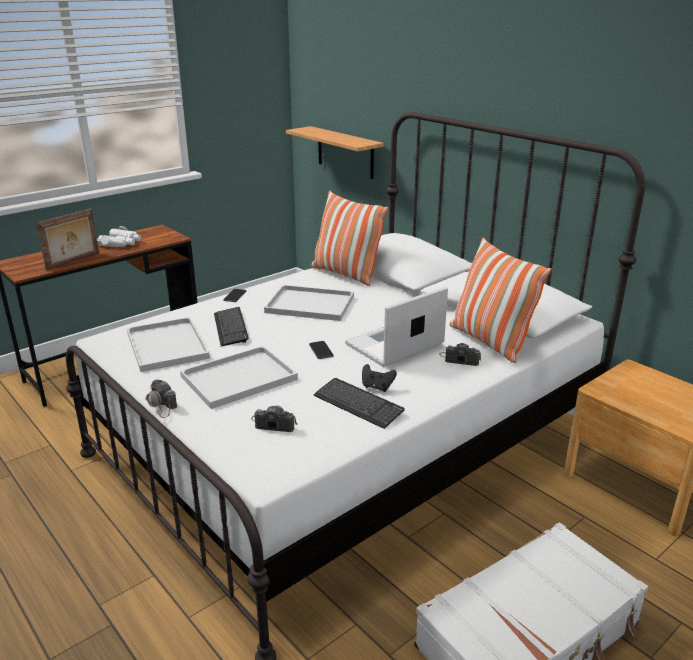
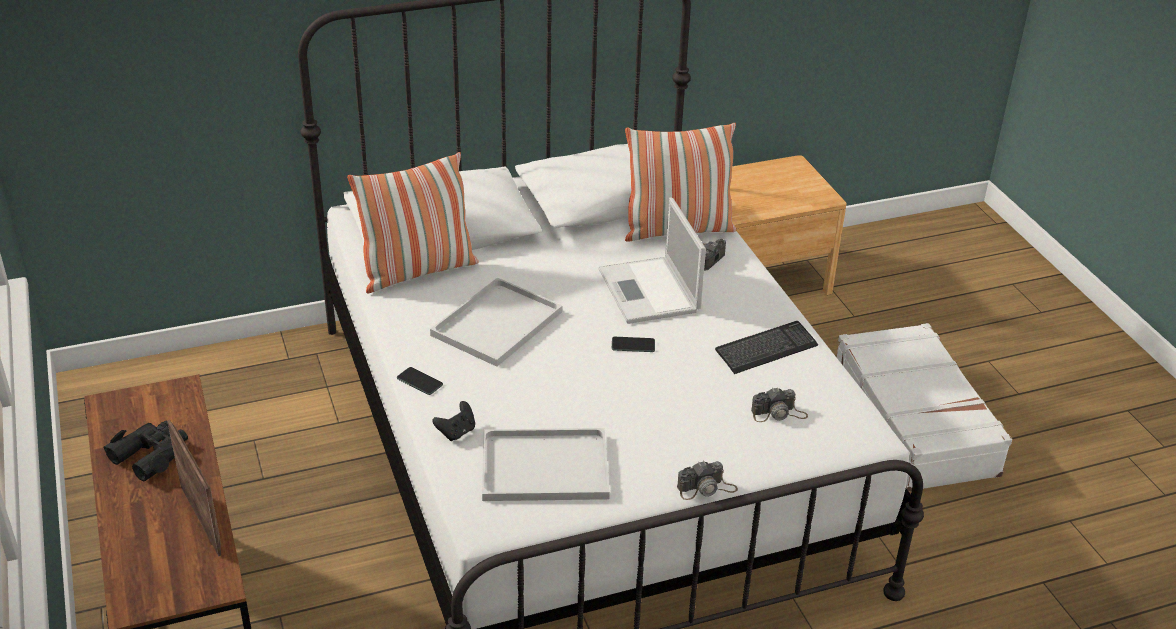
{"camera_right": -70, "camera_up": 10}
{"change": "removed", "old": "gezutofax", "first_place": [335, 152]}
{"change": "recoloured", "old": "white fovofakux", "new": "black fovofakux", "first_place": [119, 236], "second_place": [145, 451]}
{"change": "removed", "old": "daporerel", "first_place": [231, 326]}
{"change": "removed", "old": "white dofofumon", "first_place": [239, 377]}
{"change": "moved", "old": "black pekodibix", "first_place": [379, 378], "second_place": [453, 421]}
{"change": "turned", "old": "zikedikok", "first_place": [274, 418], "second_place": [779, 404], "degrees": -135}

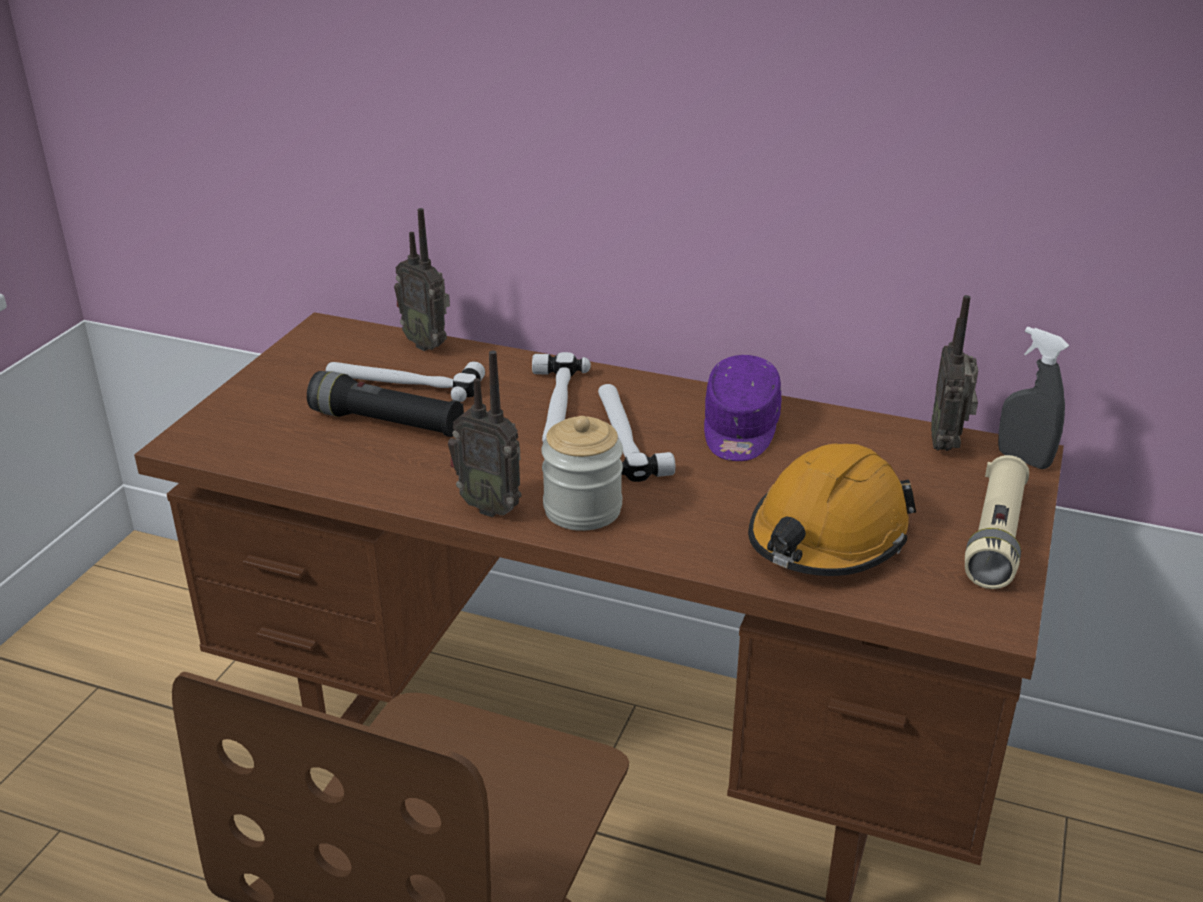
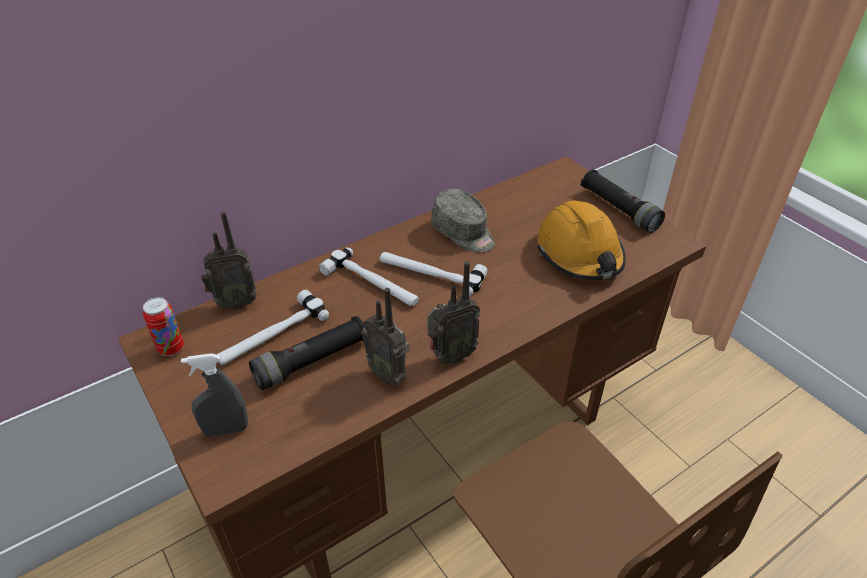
{"camera_right": -55, "camera_up": 10}
{"change": "moved", "old": "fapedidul", "first_place": [954, 373], "second_place": [385, 337]}
{"change": "moved", "old": "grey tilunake", "first_place": [1033, 398], "second_place": [214, 395]}
{"change": "recoloured", "old": "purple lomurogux", "new": "grey lomurogux", "first_place": [743, 408], "second_place": [463, 220]}
{"change": "removed", "old": "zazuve", "first_place": [582, 473]}
{"change": "recoloured", "old": "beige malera", "new": "black malera", "first_place": [997, 522], "second_place": [623, 201]}
{"change": "added", "new": "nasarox", "second_place": [163, 326]}

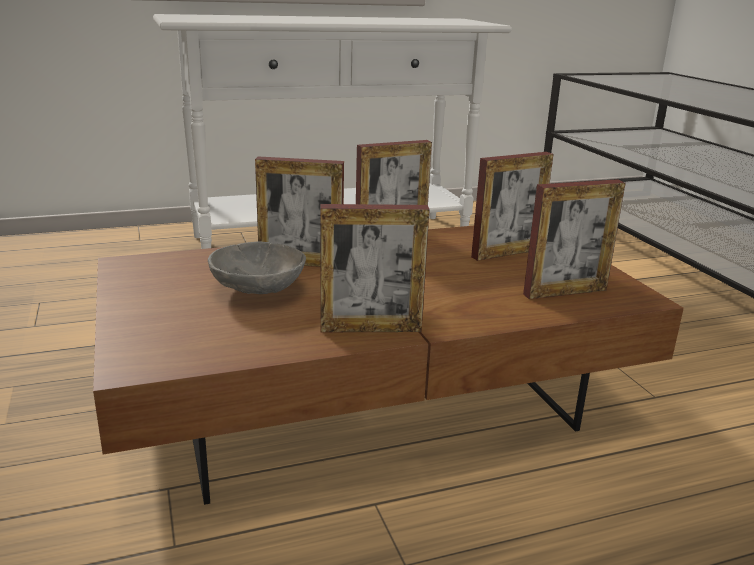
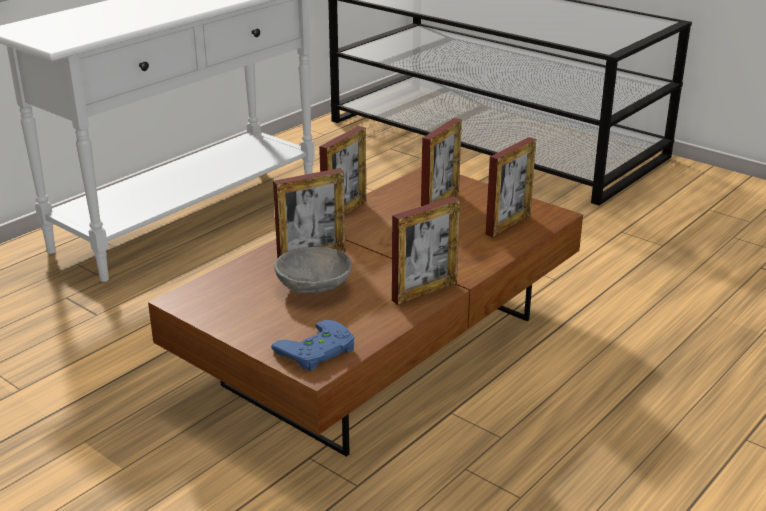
{"camera_right": -30, "camera_up": 5}
{"change": "added", "new": "blue pekodibix", "second_place": [313, 346]}

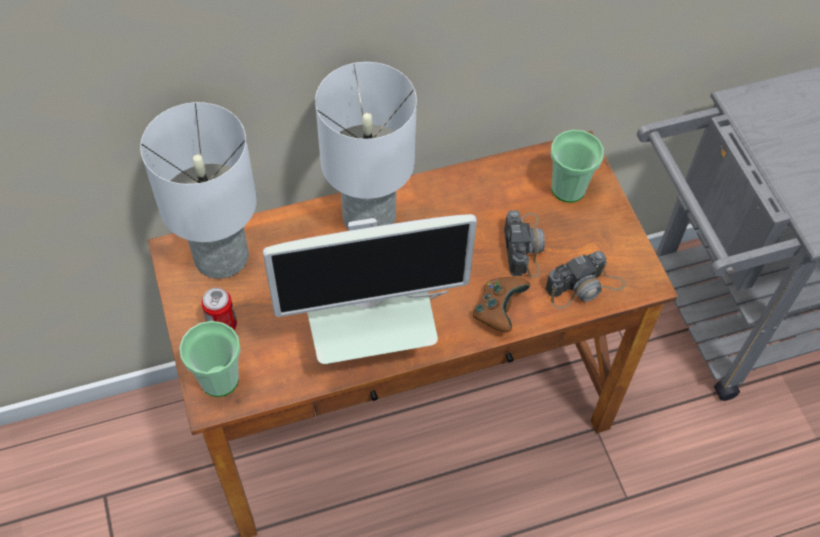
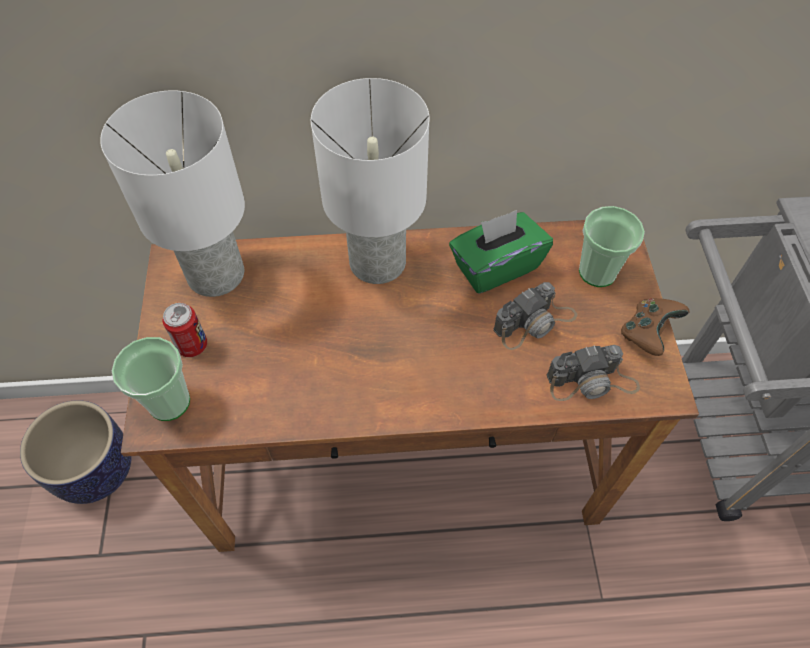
{"camera_right": 15, "camera_up": 0}
{"change": "turned", "old": "zikedikok", "first_place": [524, 243], "second_place": [535, 316], "degrees": 45}
{"change": "removed", "old": "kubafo", "first_place": [370, 289]}
{"change": "moved", "old": "brown pekodibix", "first_place": [501, 304], "second_place": [655, 327]}
{"change": "added", "new": "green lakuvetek", "second_place": [501, 252]}
{"change": "added", "new": "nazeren", "second_place": [76, 452]}

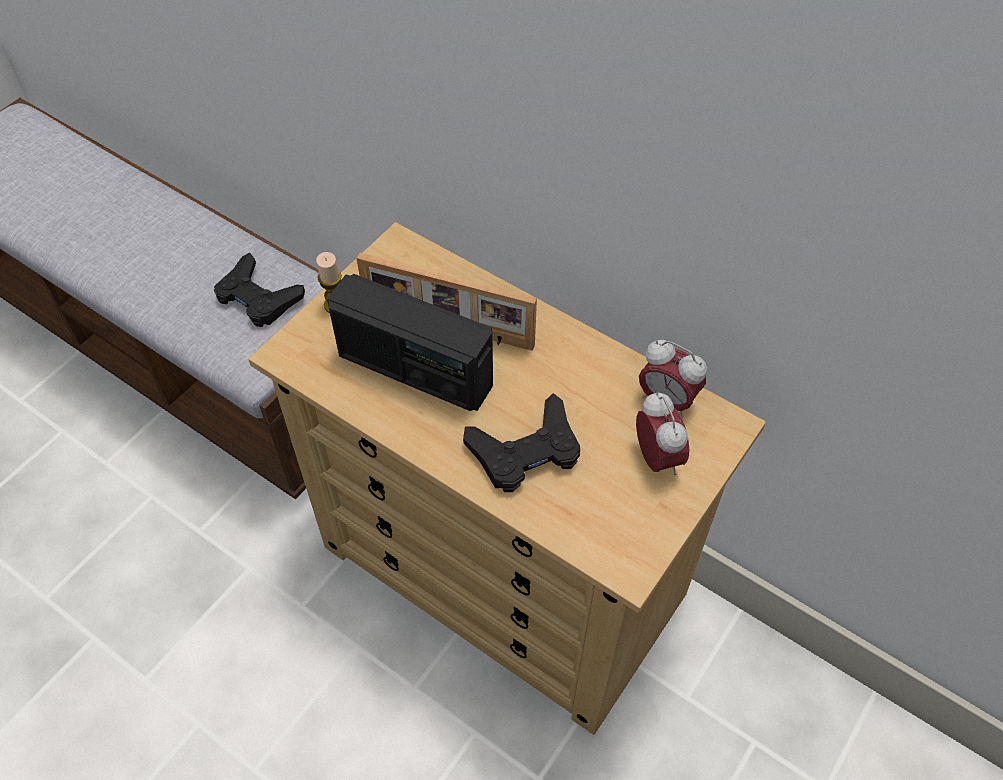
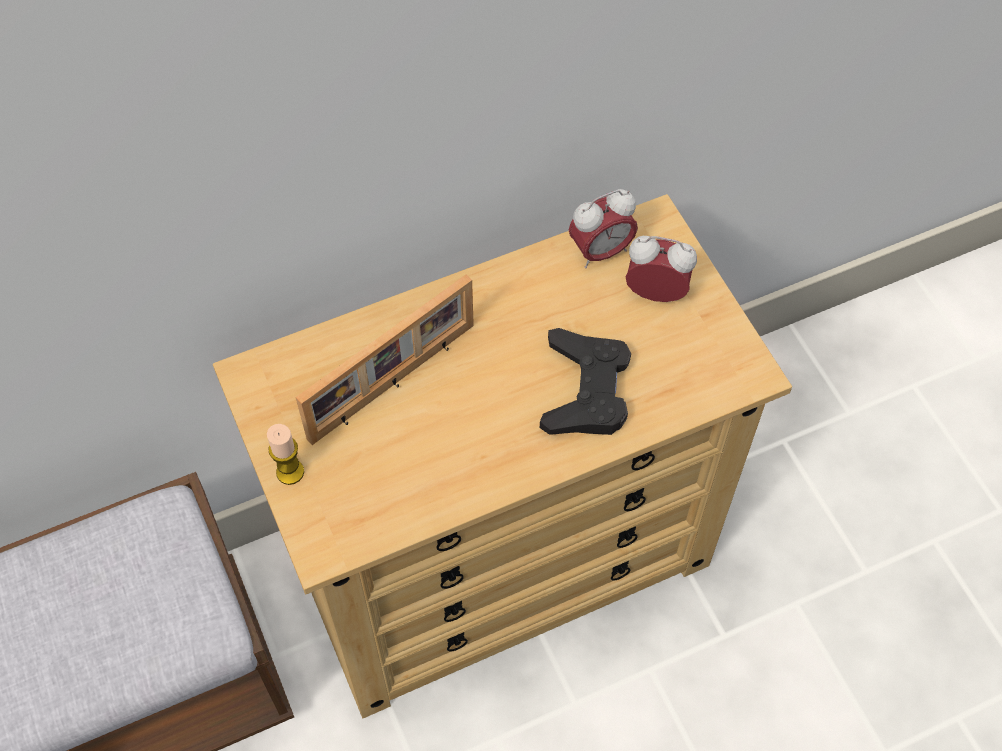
{"camera_right": -60, "camera_up": 5}
{"change": "removed", "old": "black pekodibix", "first_place": [259, 289]}
{"change": "removed", "old": "fapedidul", "first_place": [410, 342]}

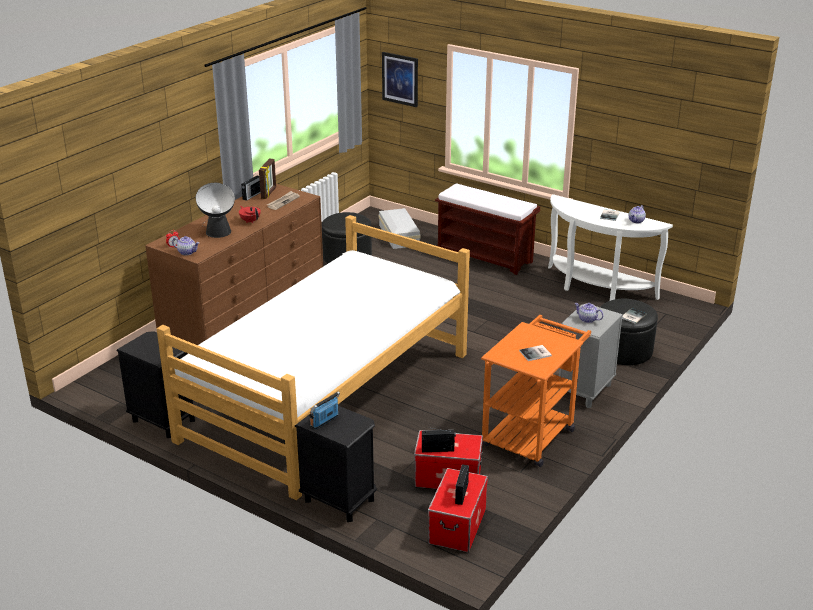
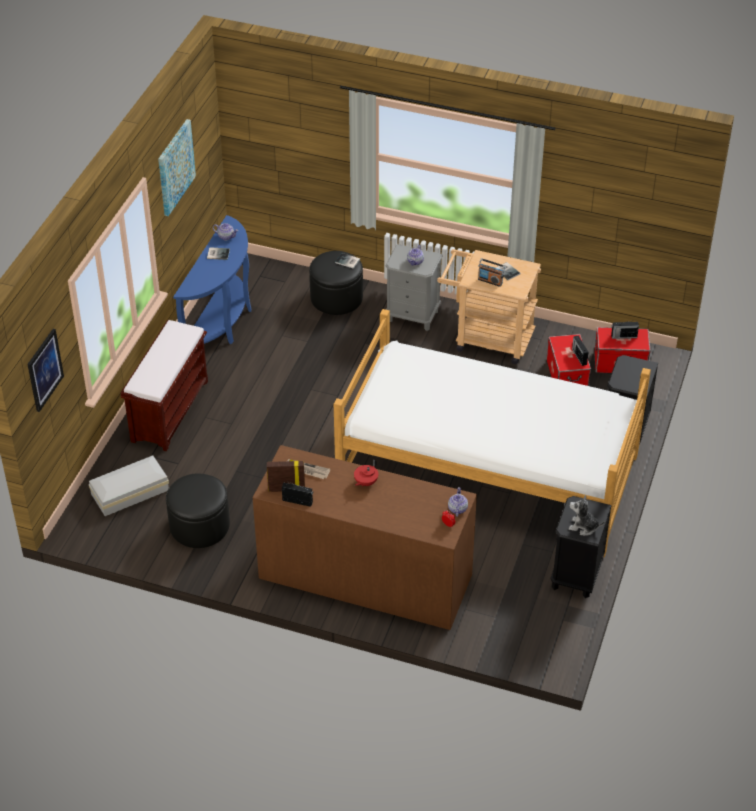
{"camera_right": -105, "camera_up": 15}
{"change": "removed", "old": "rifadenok", "first_place": [215, 210]}
{"change": "recoloured", "old": "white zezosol", "new": "blue zezosol", "first_place": [610, 247], "second_place": [212, 279]}
{"change": "recoloured", "old": "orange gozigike", "new": "beige gozigike", "first_place": [536, 391], "second_place": [489, 306]}
{"change": "moved", "old": "fapedidul", "first_place": [324, 410], "second_place": [491, 272]}
{"change": "added", "new": "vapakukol", "second_place": [177, 167]}
{"change": "added", "new": "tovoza", "second_place": [587, 515]}

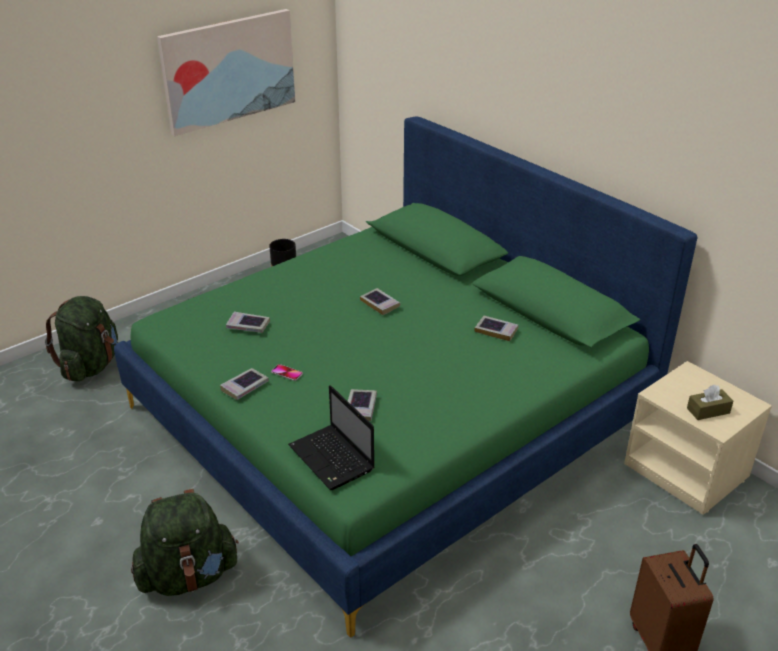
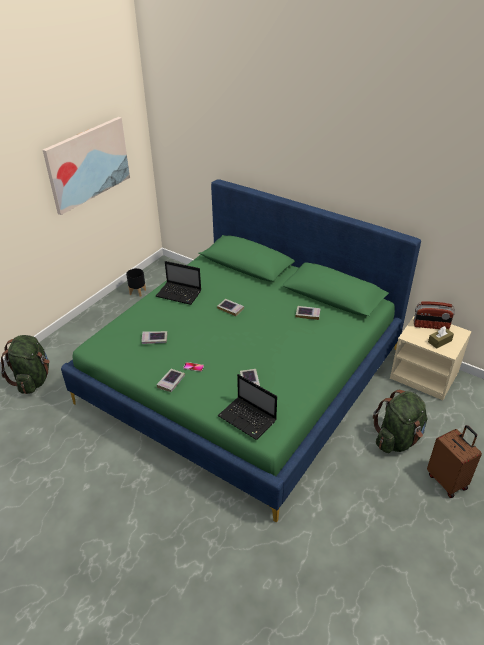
{"camera_right": -15, "camera_up": 5}
{"change": "moved", "old": "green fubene", "first_place": [185, 542], "second_place": [400, 421]}
{"change": "added", "new": "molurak", "second_place": [178, 283]}
{"change": "added", "new": "fapedidul", "second_place": [434, 316]}

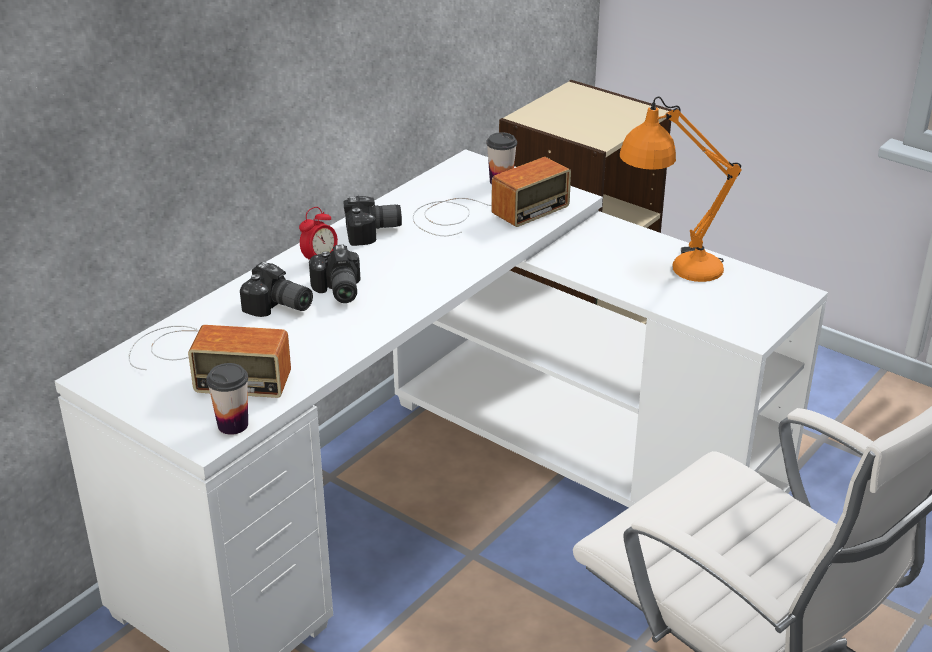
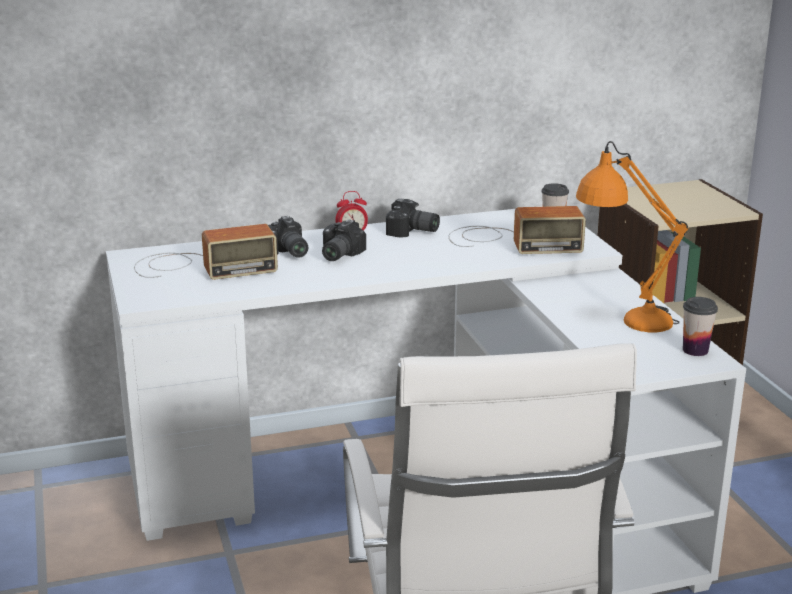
{"camera_right": 35, "camera_up": -10}
{"change": "turned", "old": "fapedidul", "first_place": [210, 361], "second_place": [206, 252], "degrees": -60}
{"change": "moved", "old": "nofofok", "first_place": [227, 399], "second_place": [700, 326]}

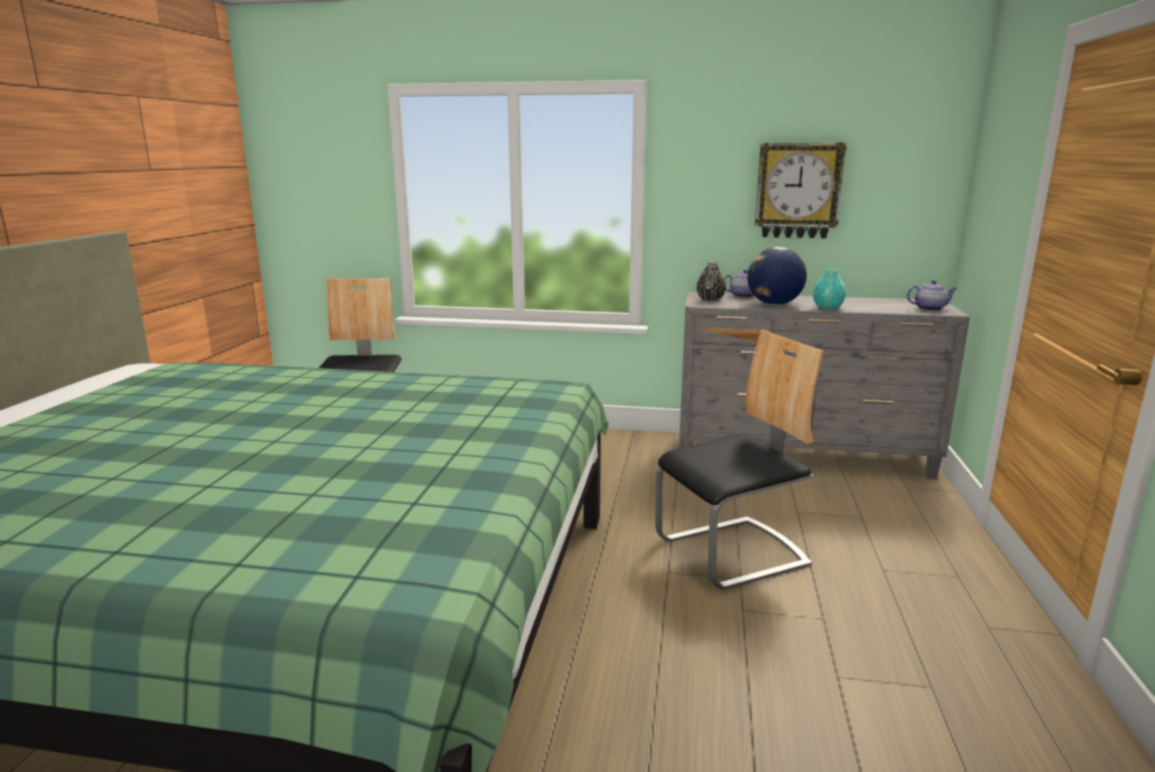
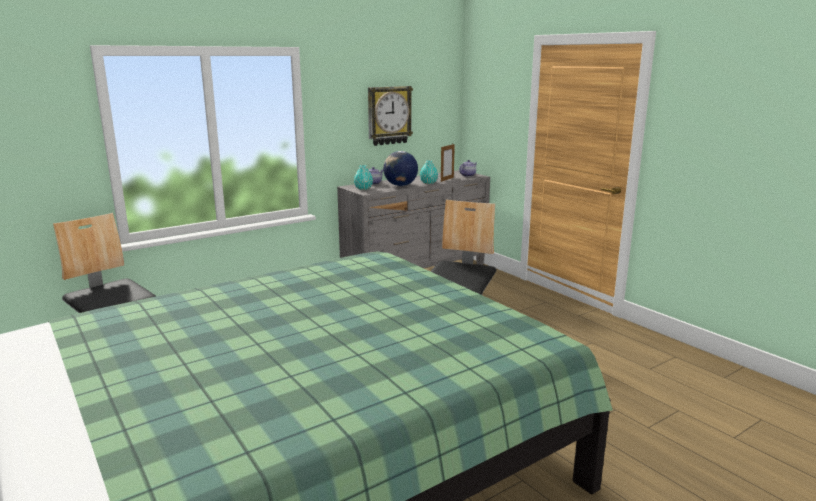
{"camera_right": -45, "camera_up": 0}
{"change": "recoloured", "old": "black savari", "new": "turquoise savari", "first_place": [711, 281], "second_place": [363, 177]}
{"change": "added", "new": "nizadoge", "second_place": [448, 162]}

